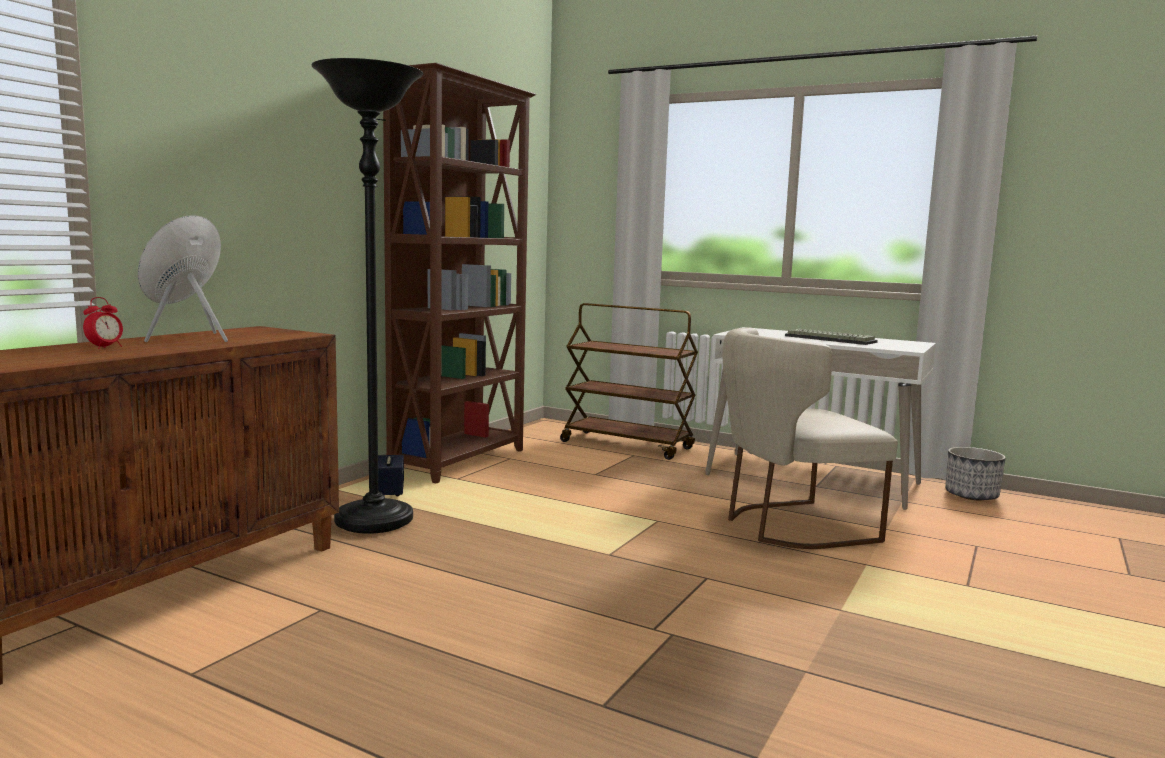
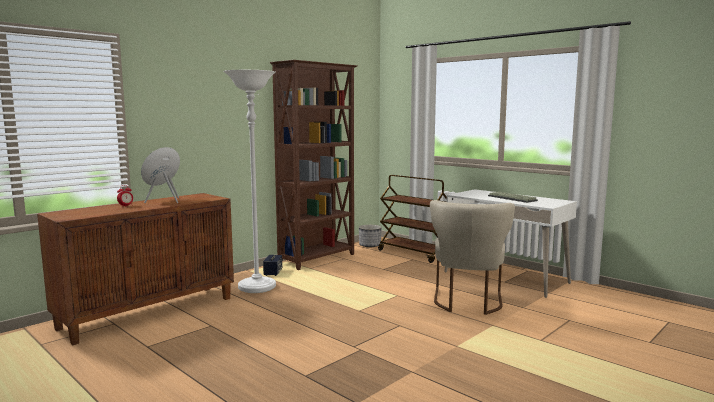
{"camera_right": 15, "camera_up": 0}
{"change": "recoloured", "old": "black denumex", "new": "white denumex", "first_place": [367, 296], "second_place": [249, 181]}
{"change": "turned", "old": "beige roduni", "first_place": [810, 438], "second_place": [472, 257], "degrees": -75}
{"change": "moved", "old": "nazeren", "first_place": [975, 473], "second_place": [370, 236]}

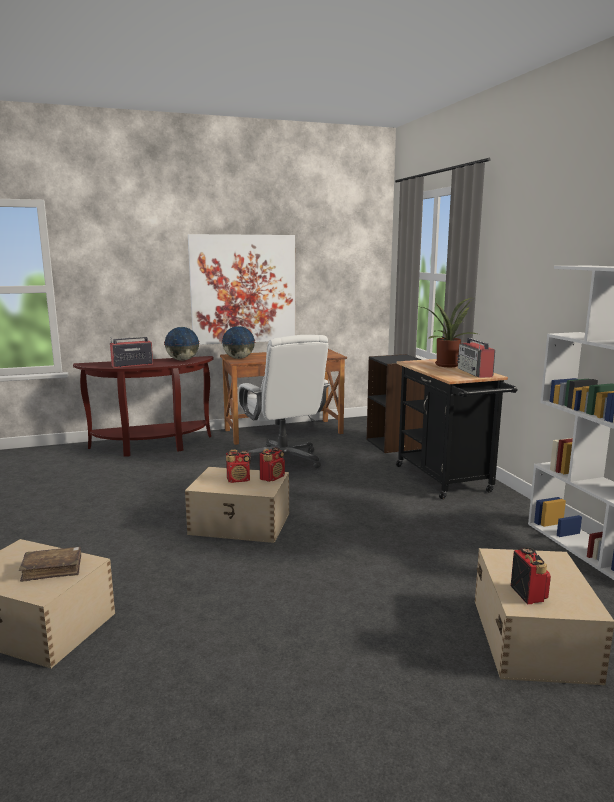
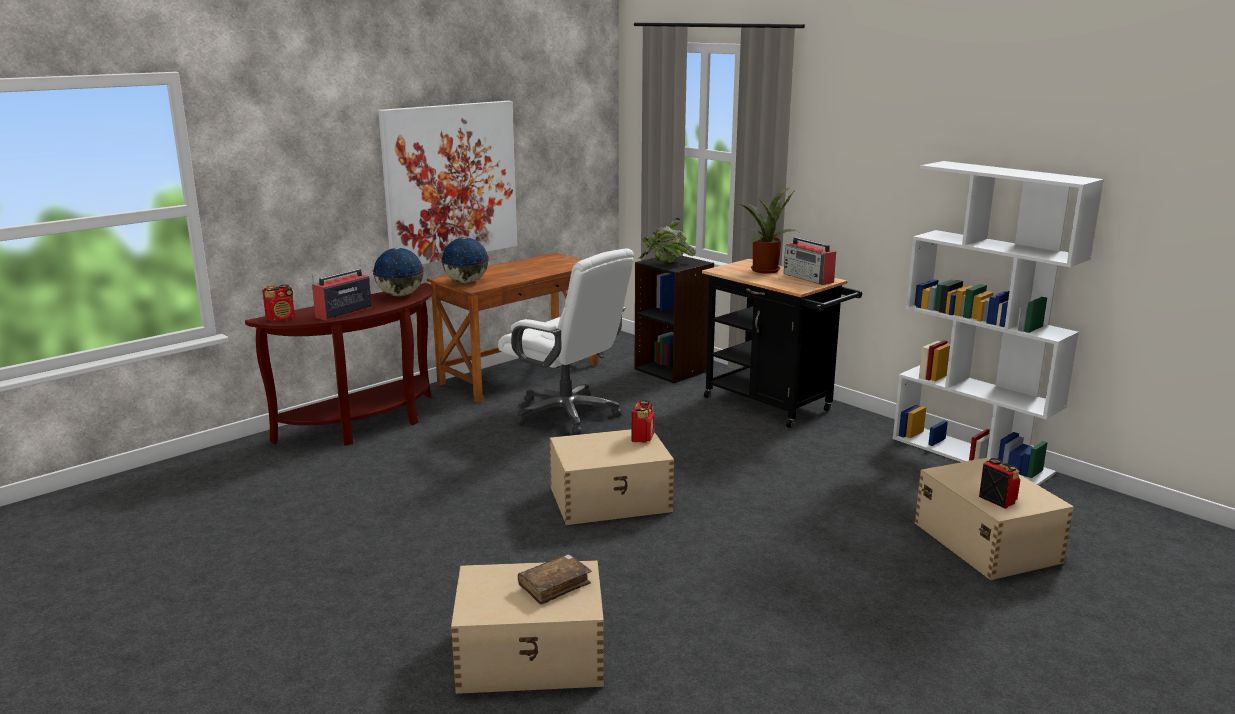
{"camera_right": -25, "camera_up": 5}
{"change": "moved", "old": "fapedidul", "first_place": [238, 466], "second_place": [278, 302]}
{"change": "added", "new": "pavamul", "second_place": [667, 240]}

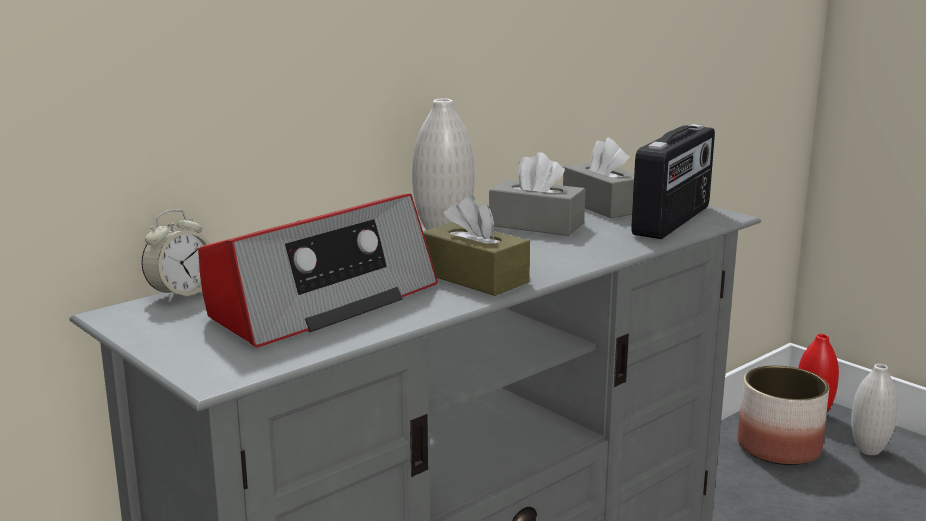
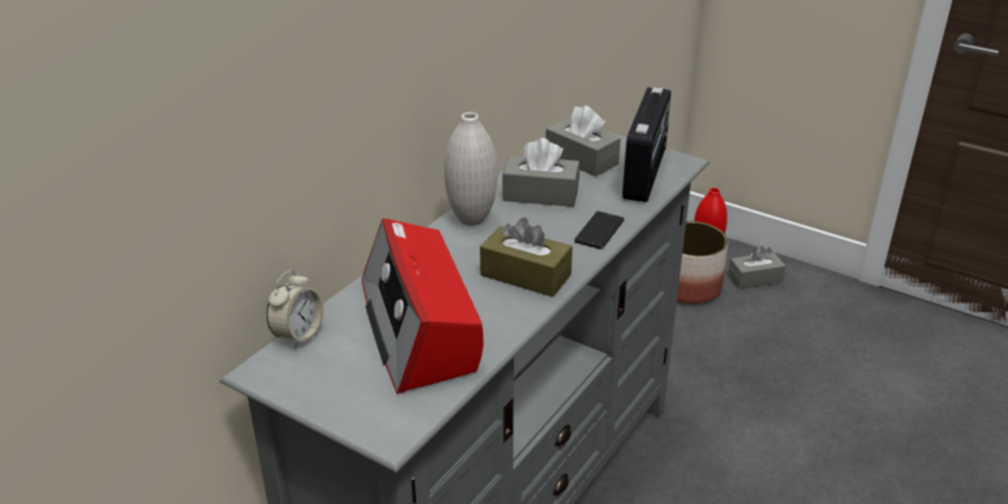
{"camera_right": -15, "camera_up": 15}
{"change": "turned", "old": "fapedidul", "first_place": [318, 270], "second_place": [423, 306], "degrees": 135}
{"change": "replaced", "old": "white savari", "new": "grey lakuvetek", "first_place": [874, 409], "second_place": [757, 267]}
{"change": "added", "new": "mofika", "second_place": [599, 230]}

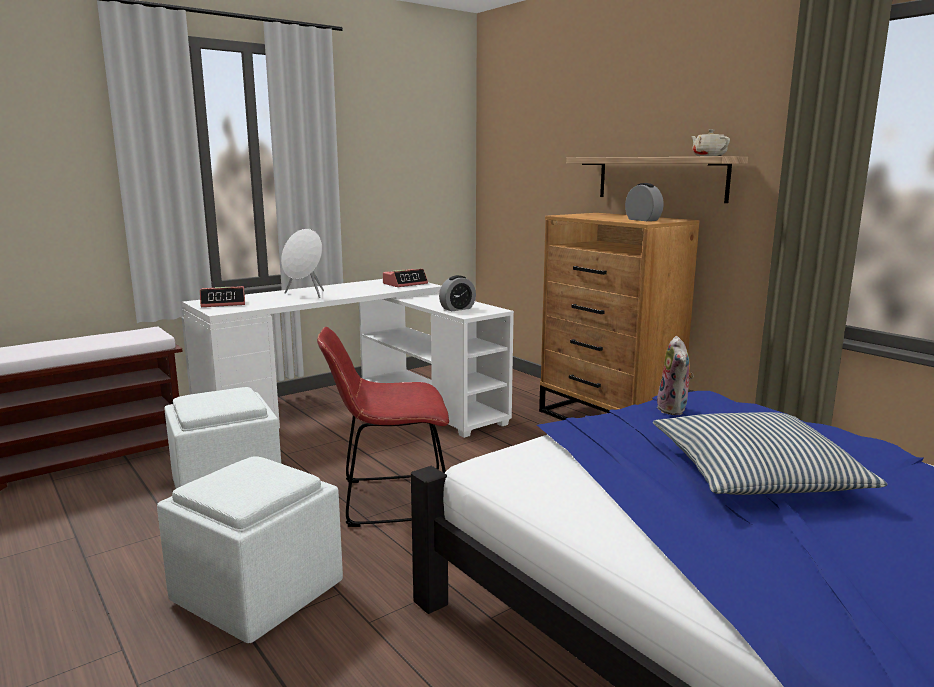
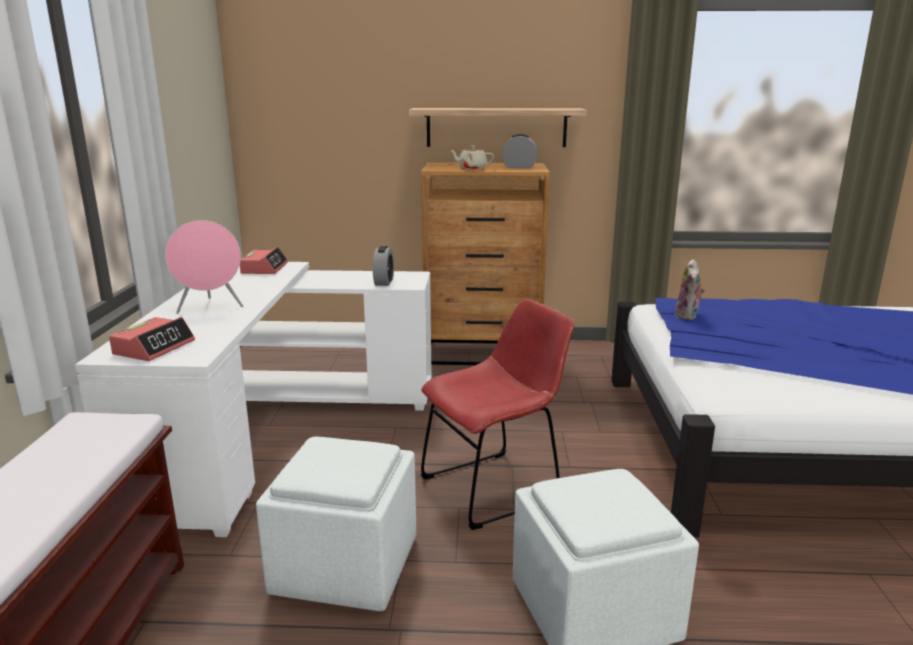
{"camera_right": -50, "camera_up": 5}
{"change": "moved", "old": "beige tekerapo", "first_place": [710, 142], "second_place": [472, 158]}
{"change": "recoloured", "old": "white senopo", "new": "pink senopo", "first_place": [302, 263], "second_place": [204, 267]}
{"change": "turned", "old": "red roduni", "first_place": [383, 427], "second_place": [497, 414], "degrees": -150}
{"change": "turned", "old": "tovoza", "first_place": [675, 375], "second_place": [690, 289], "degrees": 60}
{"change": "removed", "old": "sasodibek", "first_place": [770, 453]}

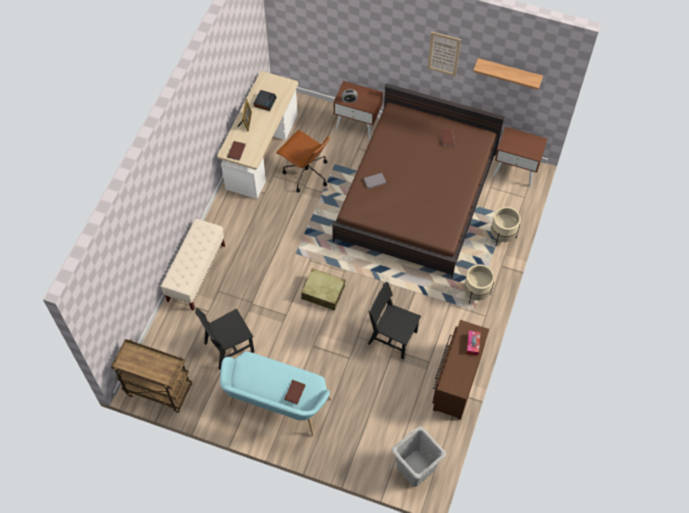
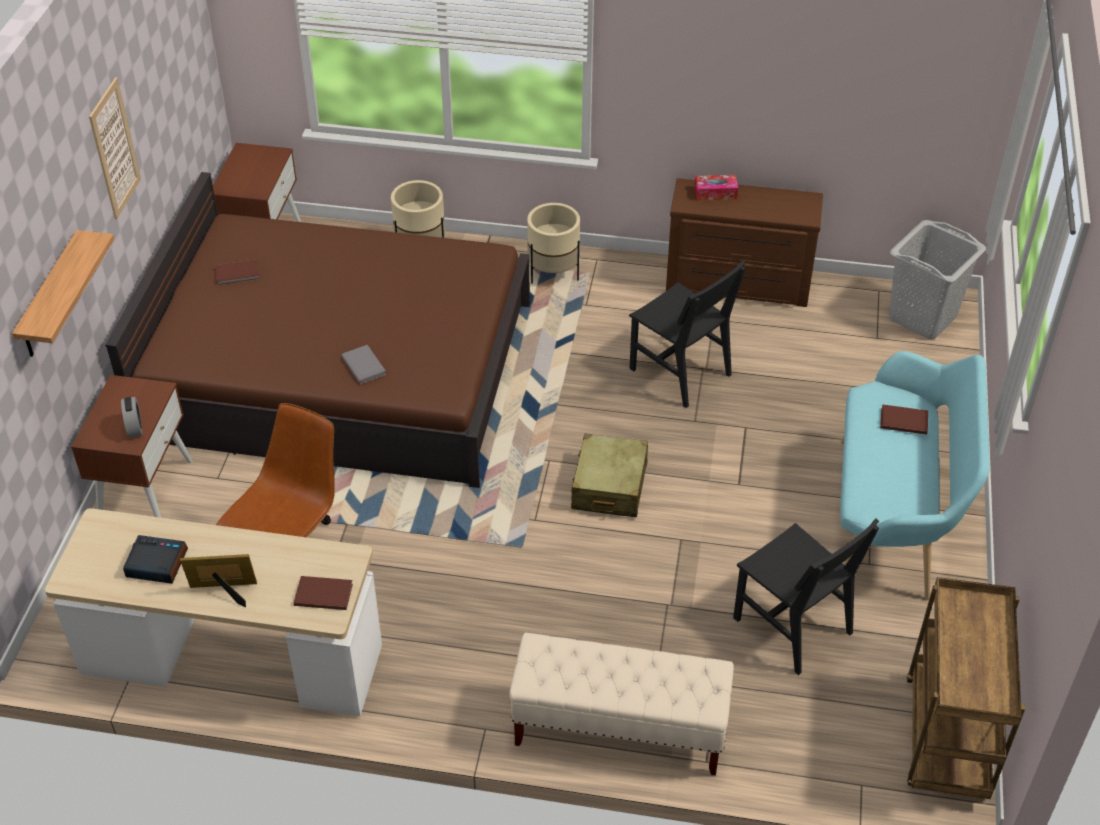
{"camera_right": -100, "camera_up": -15}
{"change": "moved", "old": "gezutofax", "first_place": [508, 74], "second_place": [63, 293]}
{"change": "turned", "old": "black roduni", "first_place": [394, 320], "second_place": [687, 334], "degrees": -60}

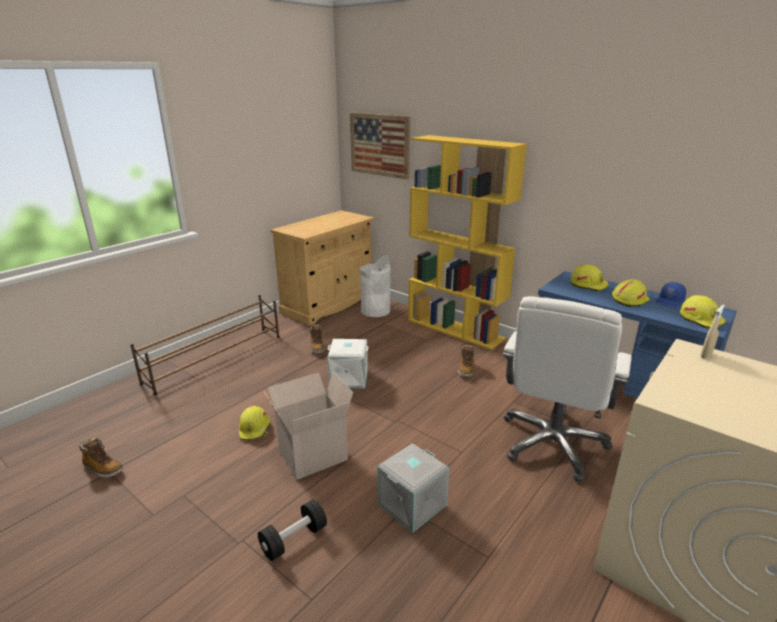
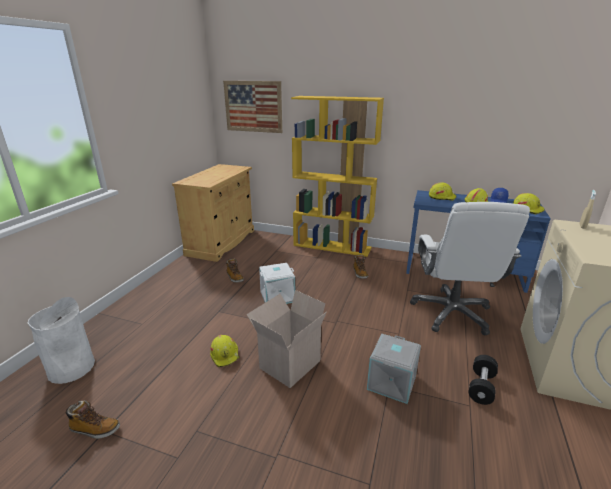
{"camera_right": -20, "camera_up": 0}
{"change": "moved", "old": "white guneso", "first_place": [375, 286], "second_place": [61, 340]}
{"change": "removed", "old": "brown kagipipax", "first_place": [205, 345]}
{"change": "moved", "old": "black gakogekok", "first_place": [292, 530], "second_place": [483, 380]}

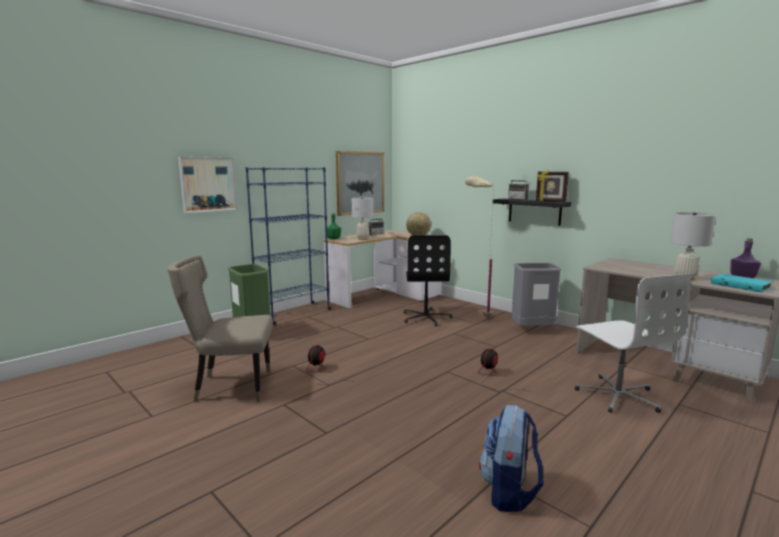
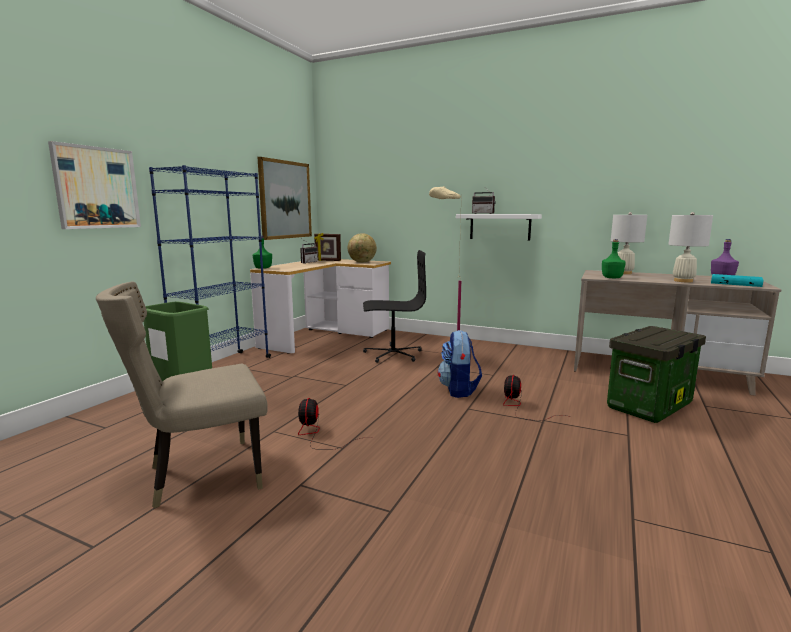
{"camera_right": -20, "camera_up": 0}
{"change": "moved", "old": "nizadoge", "first_place": [552, 186], "second_place": [327, 247]}
{"change": "moved", "old": "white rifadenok", "first_place": [363, 218], "second_place": [629, 243]}
{"change": "recoloured", "old": "black gezutofax", "new": "white gezutofax", "first_place": [532, 212], "second_place": [499, 227]}
{"change": "turned", "old": "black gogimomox", "first_place": [428, 280], "second_place": [394, 306], "degrees": -75}
{"change": "removed", "old": "grey guneso", "first_place": [536, 294]}
{"change": "replaced", "old": "white gogimomox", "new": "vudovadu", "first_place": [633, 343], "second_place": [656, 374]}
{"change": "moved", "old": "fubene", "first_place": [511, 458], "second_place": [460, 364]}
{"change": "added", "new": "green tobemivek", "second_place": [614, 258]}

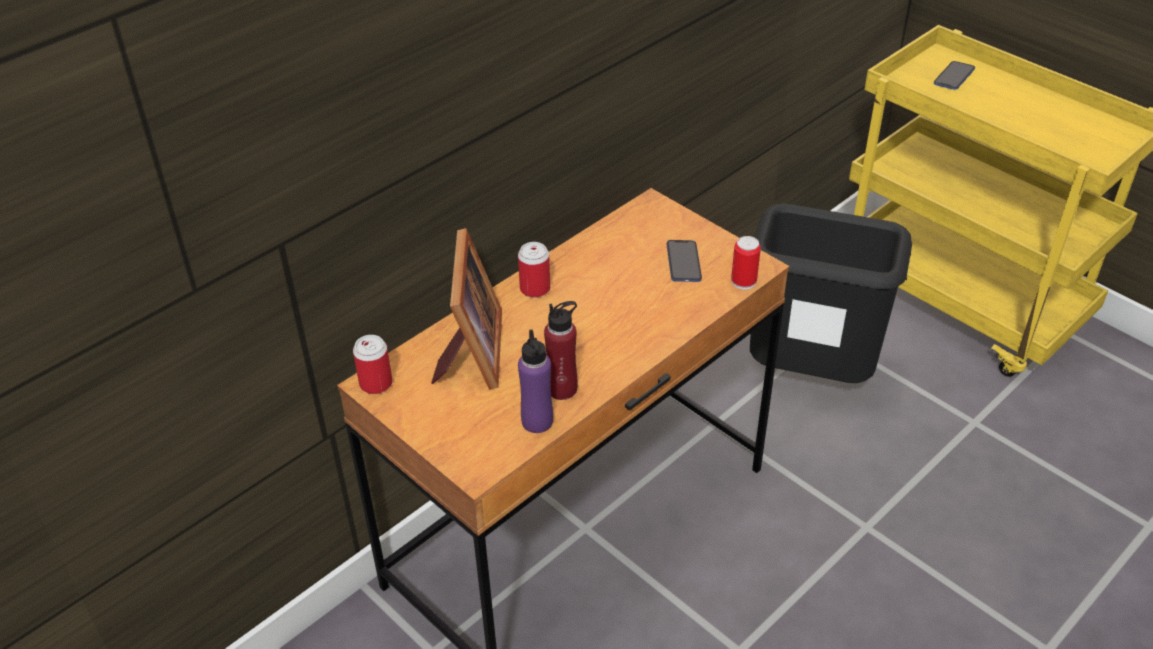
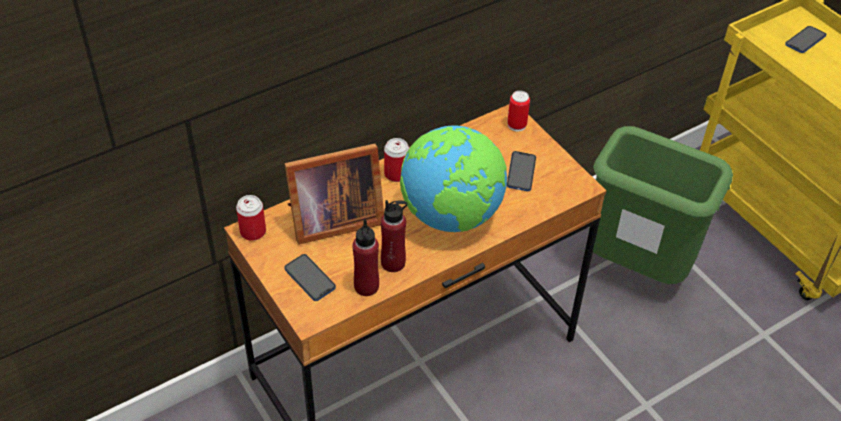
{"camera_right": 10, "camera_up": 5}
{"change": "recoloured", "old": "black guneso", "new": "green guneso", "first_place": [831, 293], "second_place": [661, 205]}
{"change": "turned", "old": "nizadoge", "first_place": [466, 308], "second_place": [334, 194], "degrees": 60}
{"change": "moved", "old": "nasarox", "first_place": [746, 263], "second_place": [518, 111]}
{"change": "recoloured", "old": "purple tobemivek", "new": "red tobemivek", "first_place": [535, 381], "second_place": [365, 257]}
{"change": "added", "new": "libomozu", "second_place": [453, 179]}
{"change": "added", "new": "mofika", "second_place": [310, 277]}

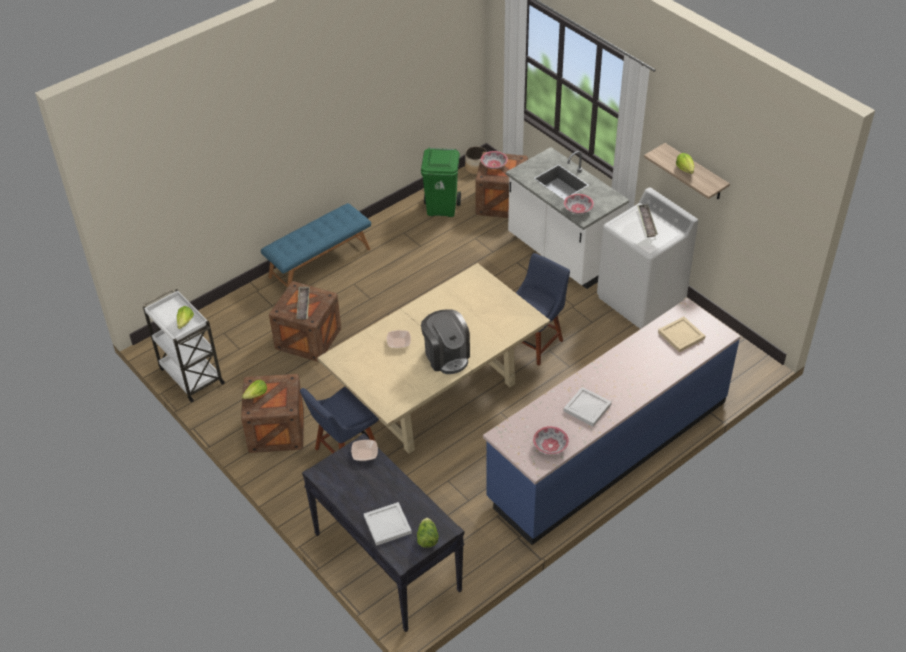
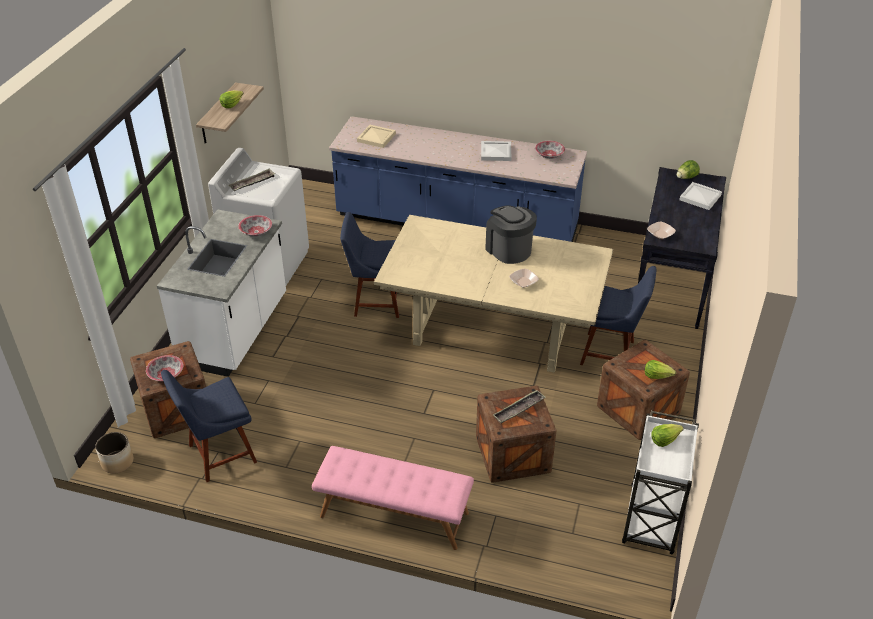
{"camera_right": -125, "camera_up": -5}
{"change": "replaced", "old": "green guneso", "new": "blue roduni", "first_place": [441, 182], "second_place": [209, 426]}
{"change": "recoloured", "old": "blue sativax", "new": "pink sativax", "first_place": [316, 245], "second_place": [393, 498]}
{"change": "turned", "old": "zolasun", "first_place": [445, 341], "second_place": [511, 234], "degrees": -60}

